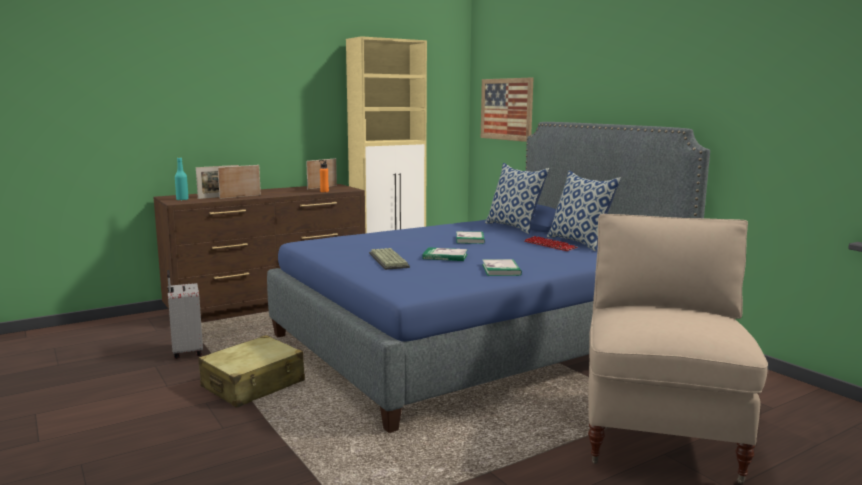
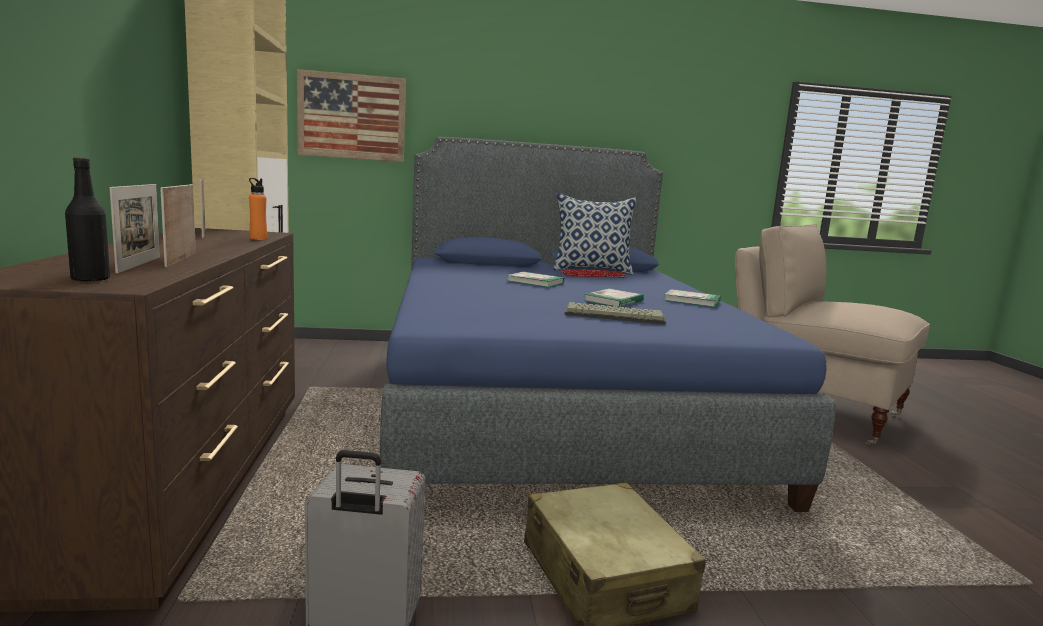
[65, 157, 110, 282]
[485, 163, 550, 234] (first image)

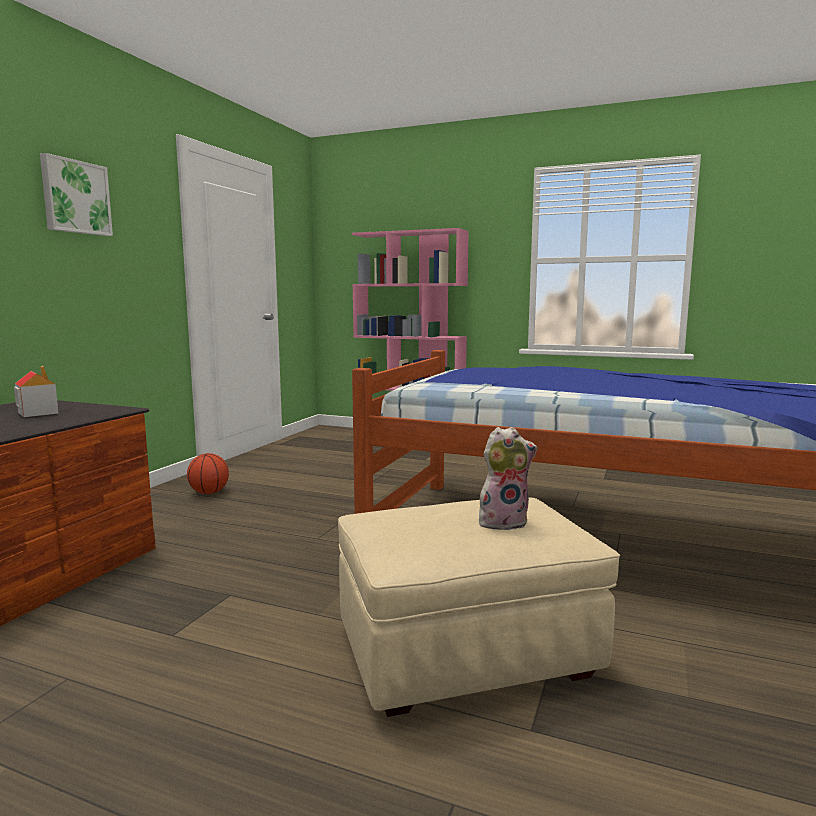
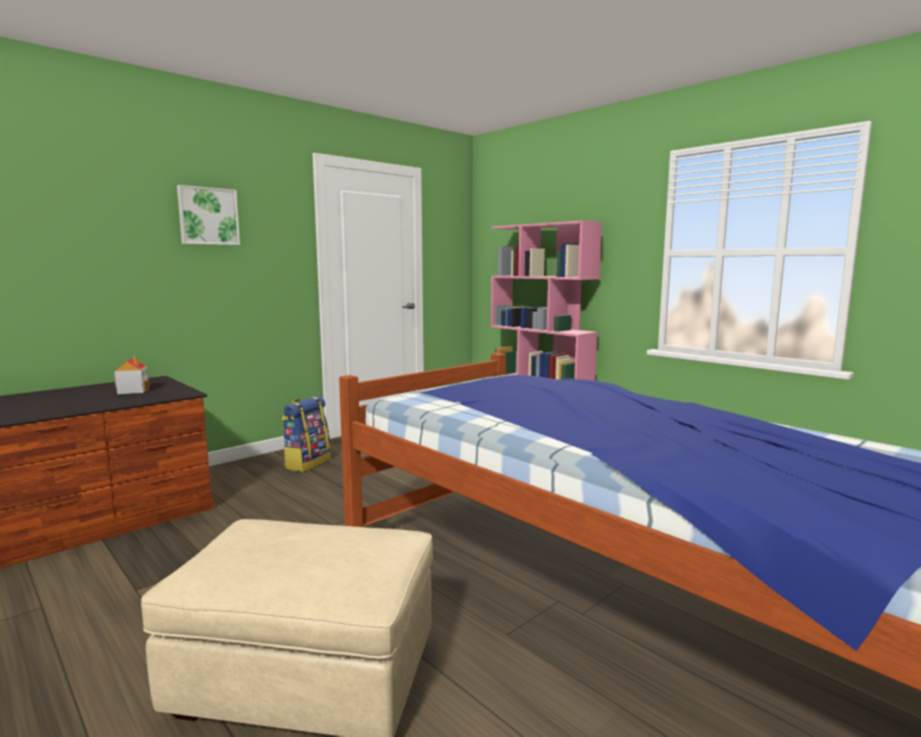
[479, 427, 538, 530] (first image)
[282, 396, 331, 472]

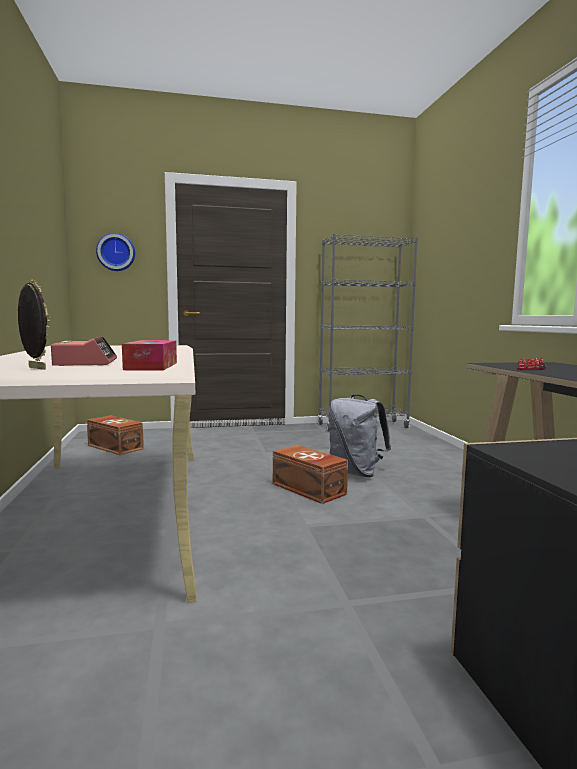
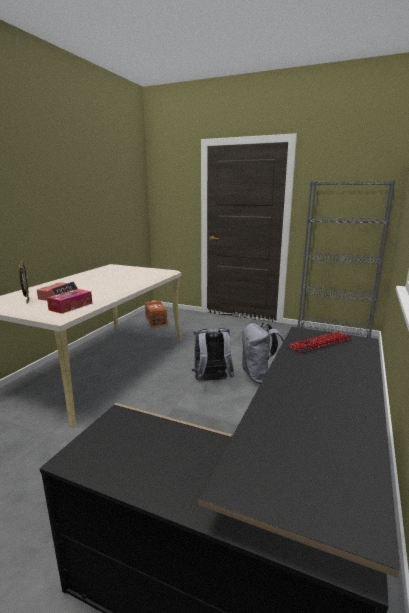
[96, 233, 135, 271] (first image)
[192, 327, 235, 381]

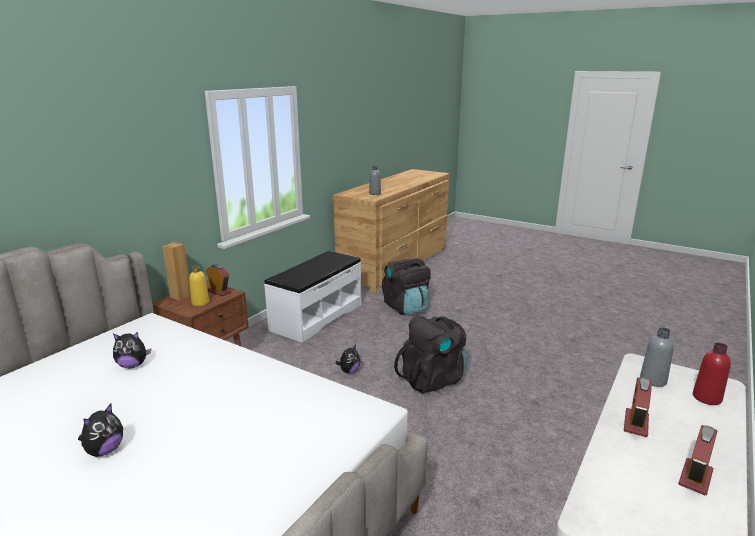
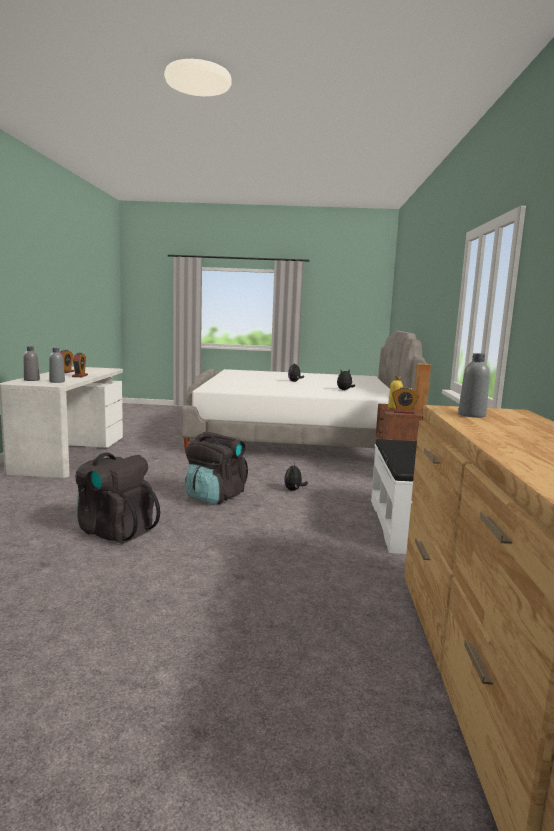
[76, 453, 160, 544]
[24, 346, 40, 381]

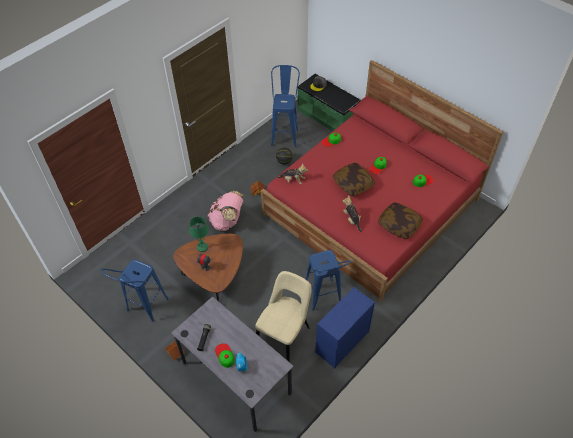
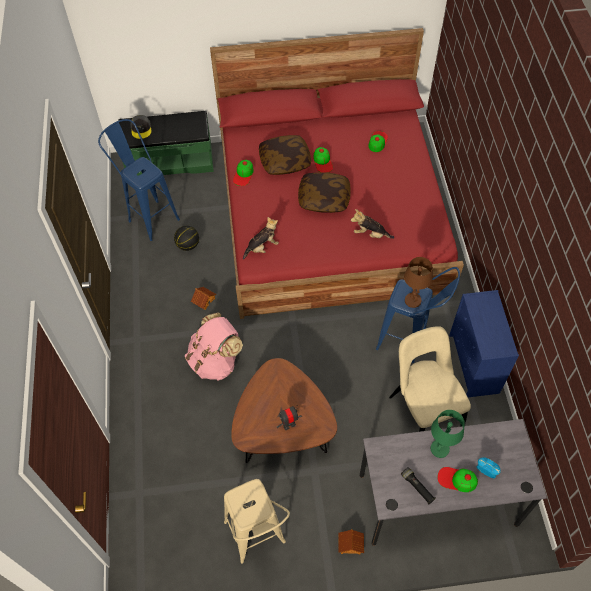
[259, 135, 311, 175]
[431, 410, 465, 458]
[224, 479, 290, 564]
[404, 257, 433, 308]

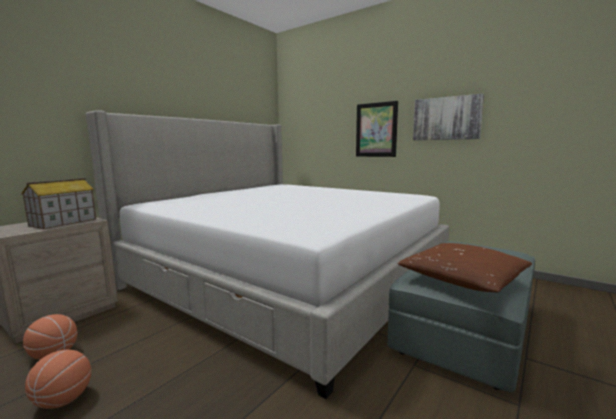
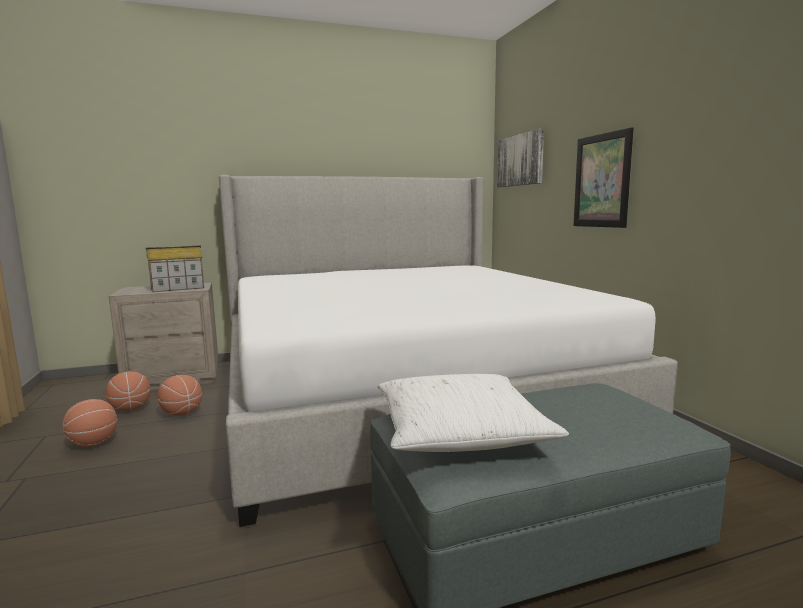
[497, 129, 544, 187]
[378, 374, 569, 452]
[158, 375, 202, 416]

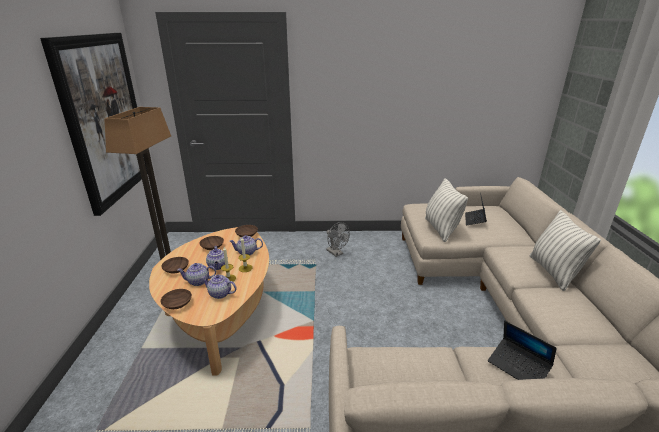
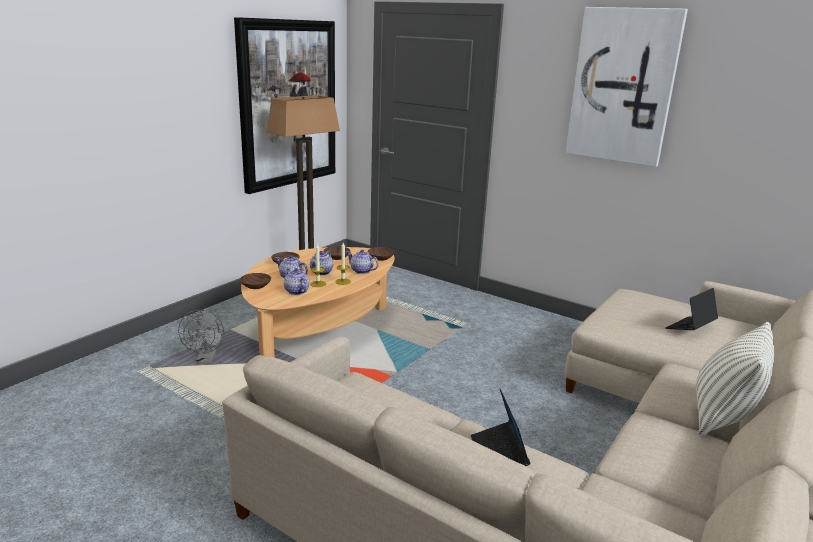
[425, 178, 468, 242] (first image)
[178, 310, 224, 364]
[566, 7, 688, 167]

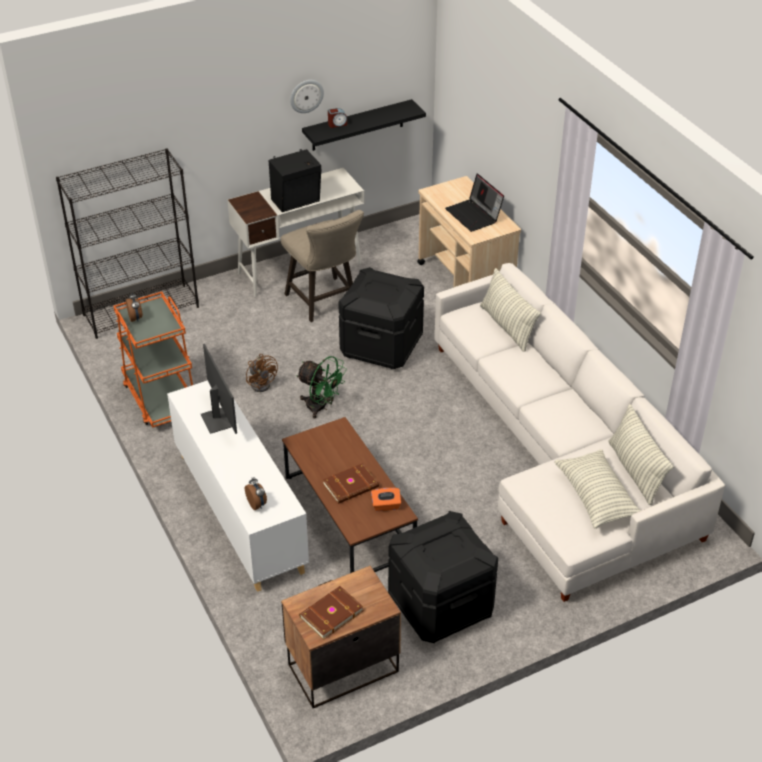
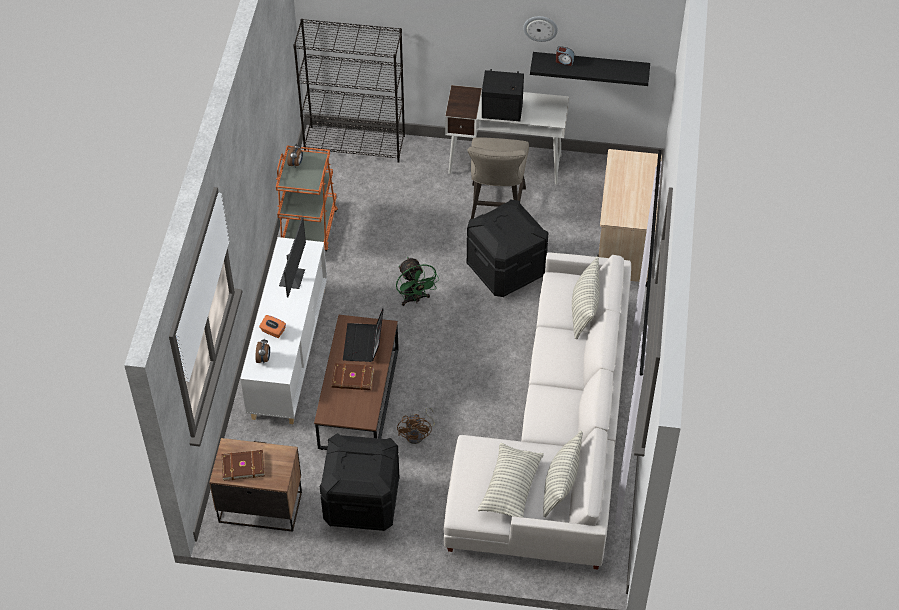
[343, 308, 384, 362]
[397, 407, 435, 444]
[259, 315, 286, 338]

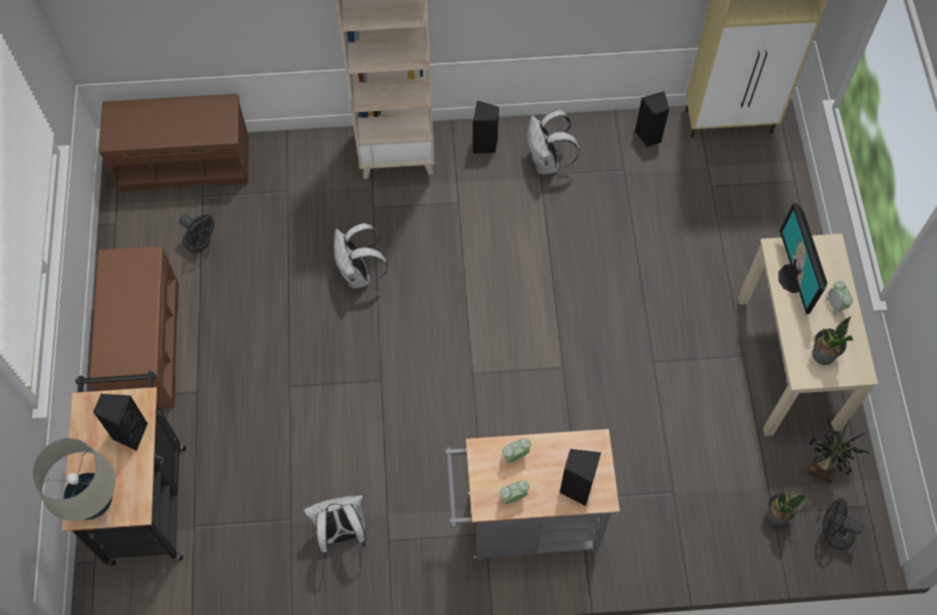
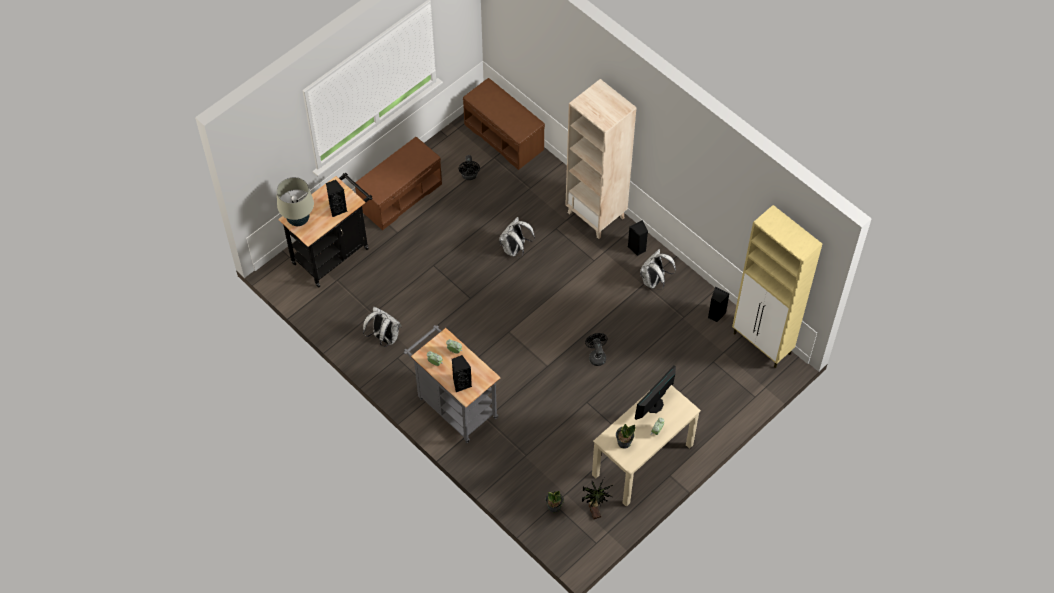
[585, 333, 607, 366]

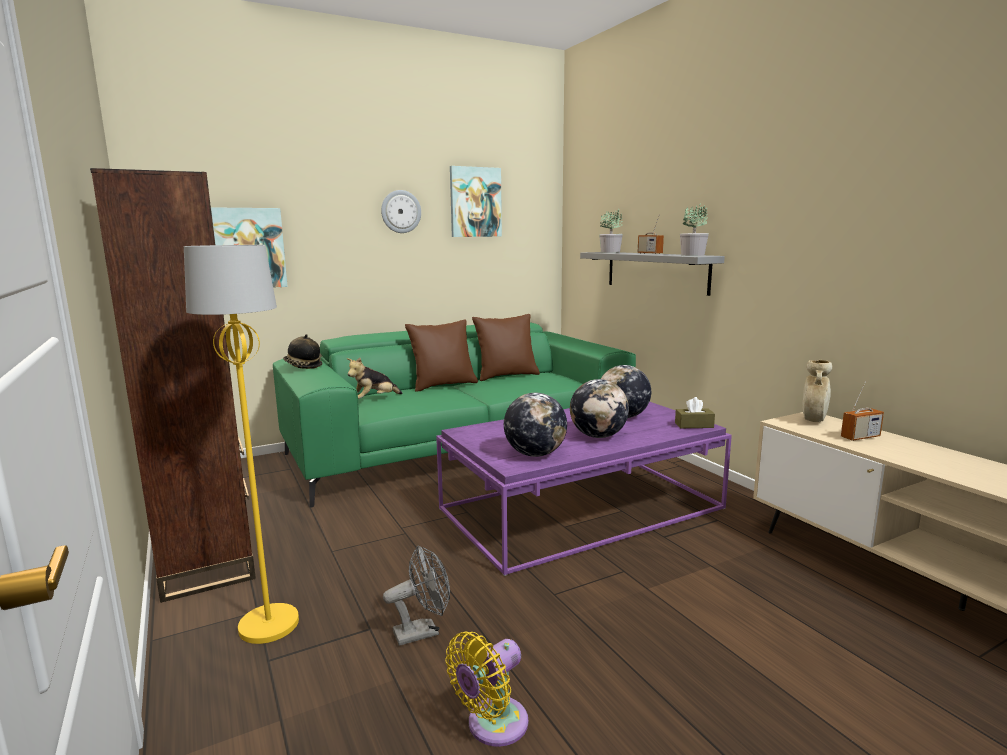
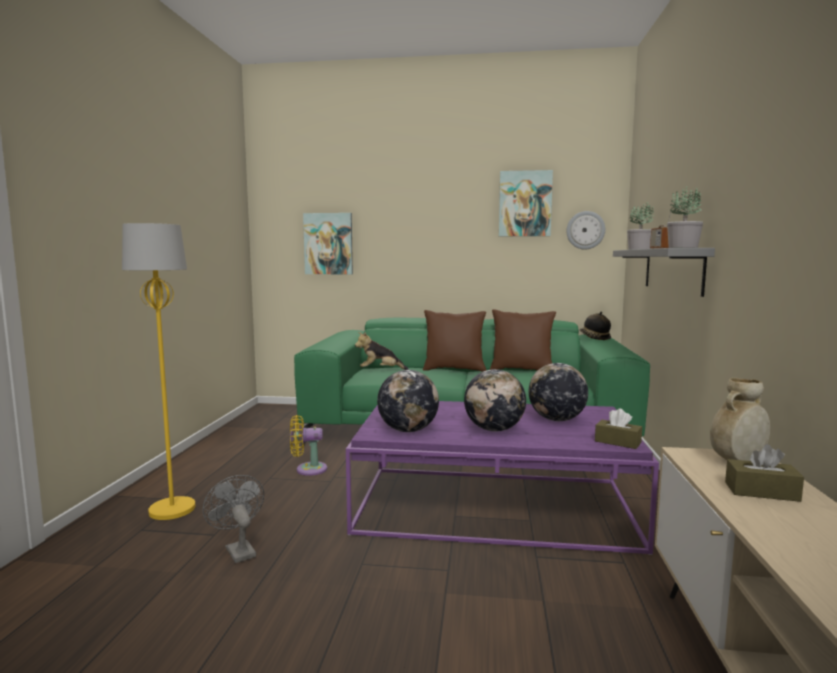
[90, 168, 256, 603] (first image)
[566, 211, 605, 249]
[580, 312, 611, 340]
[725, 444, 804, 502]
[203, 475, 264, 563]
[290, 415, 327, 476]

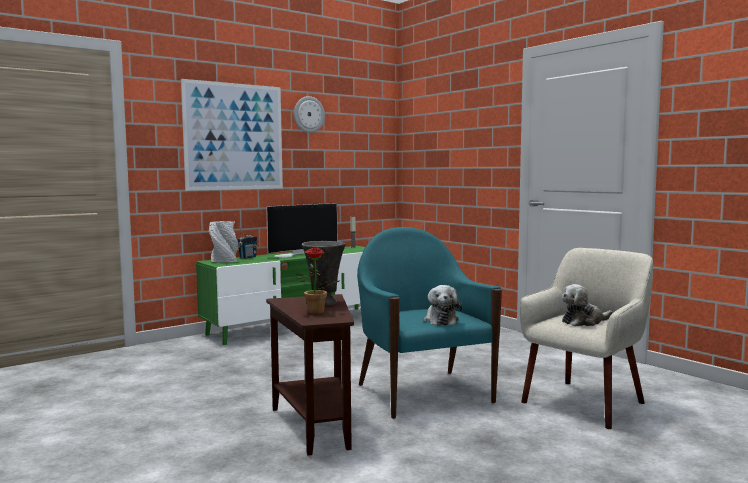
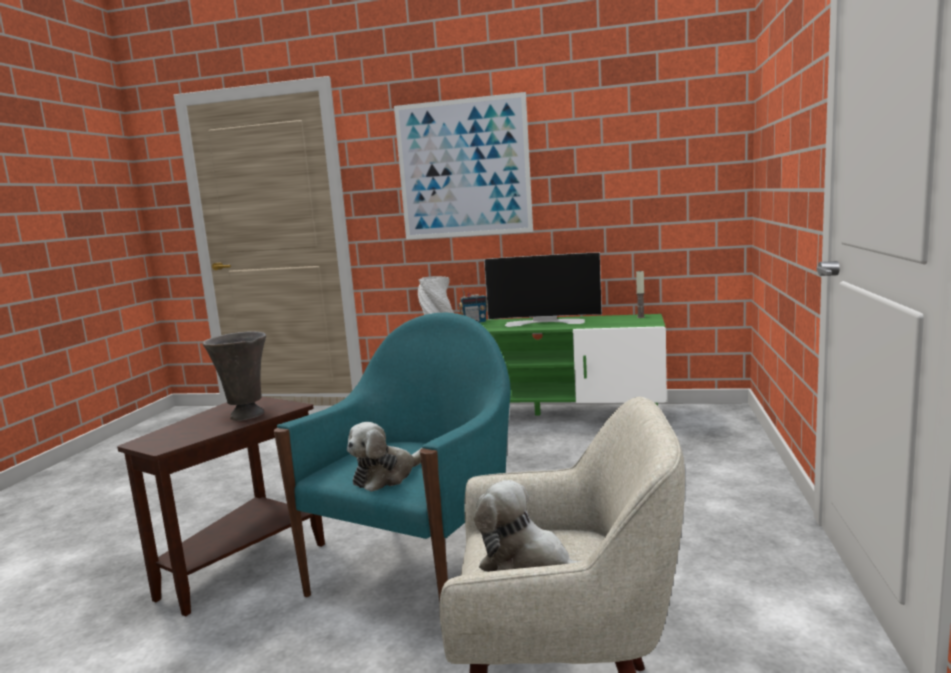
[294, 96, 325, 133] (first image)
[296, 248, 339, 314] (first image)

